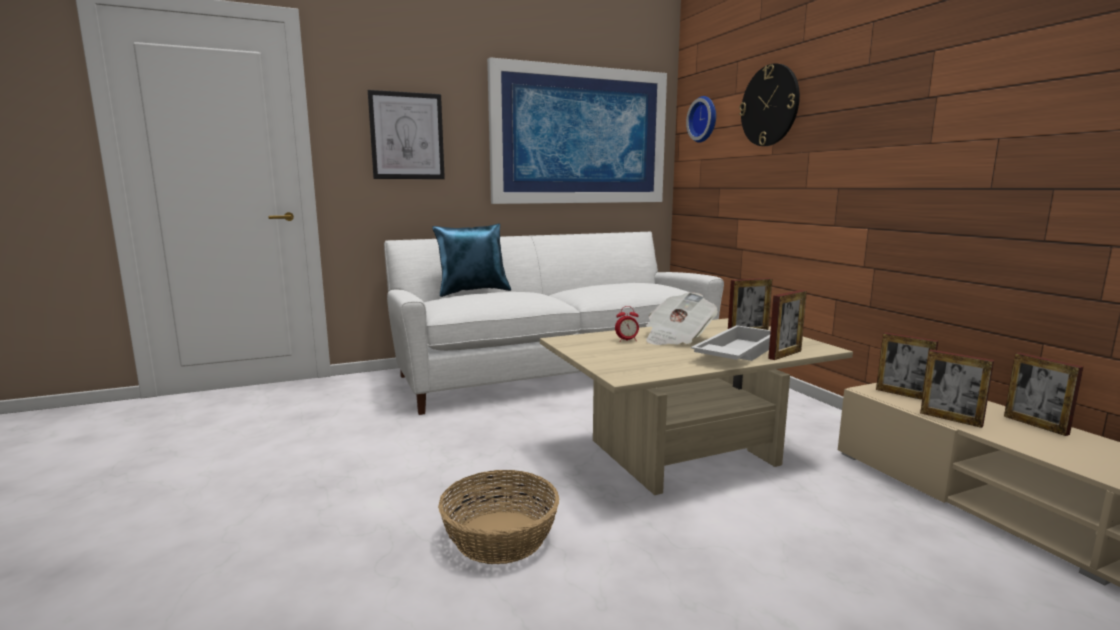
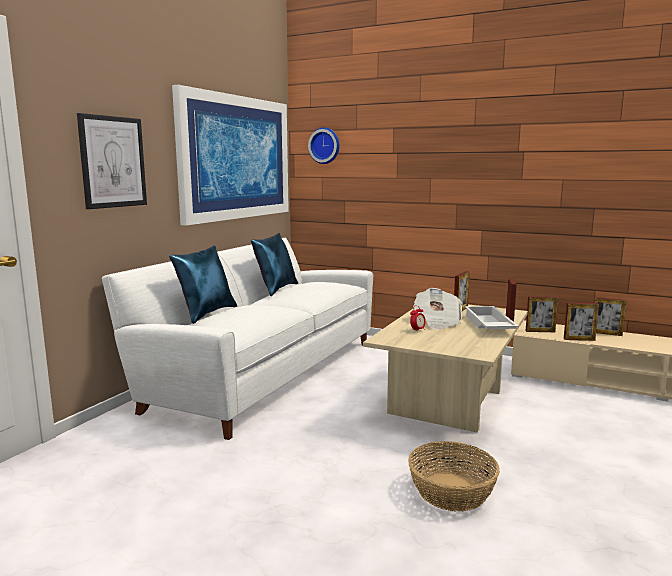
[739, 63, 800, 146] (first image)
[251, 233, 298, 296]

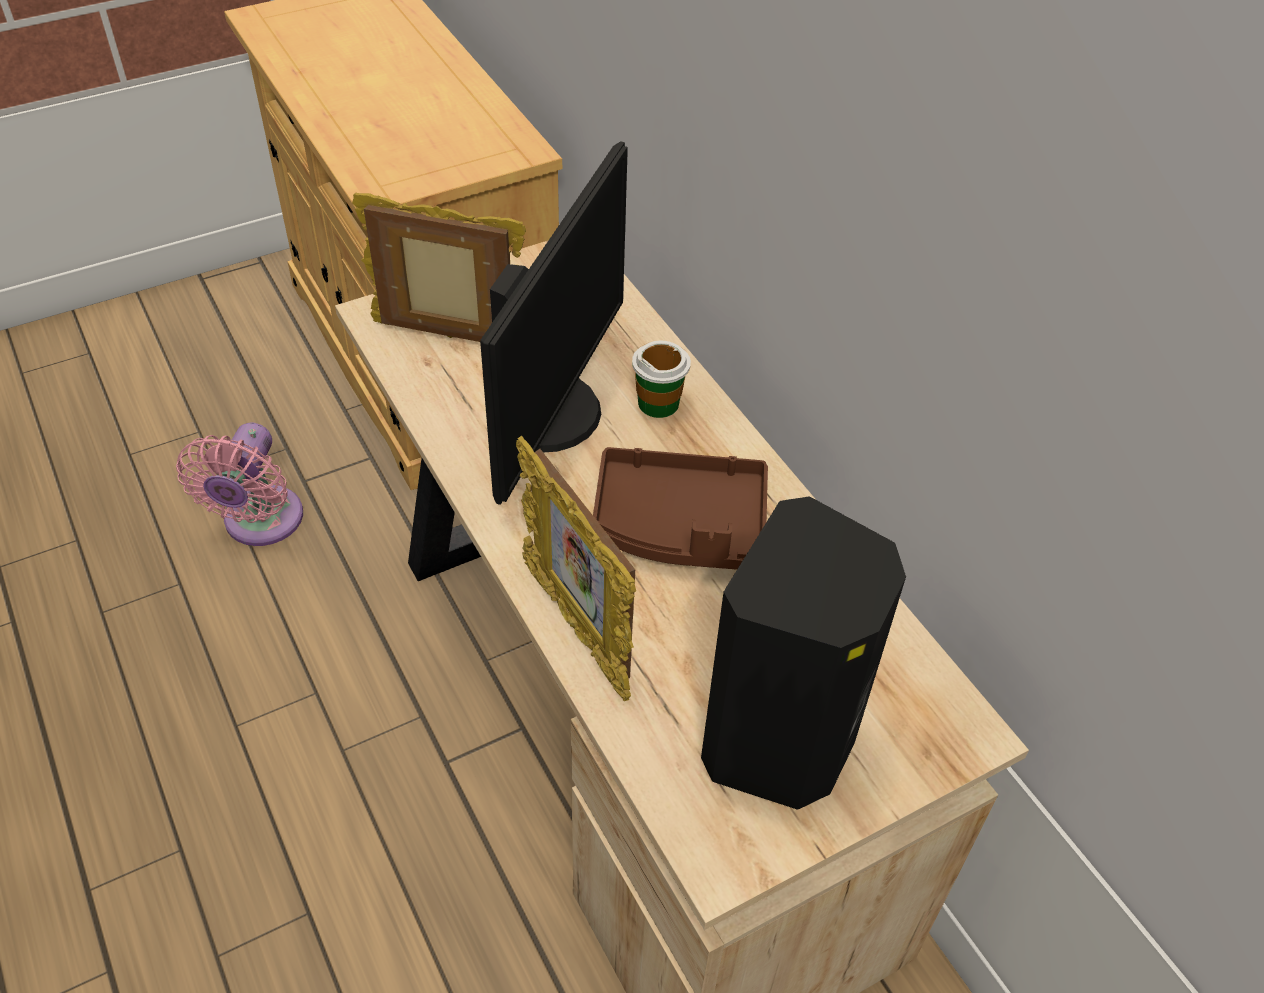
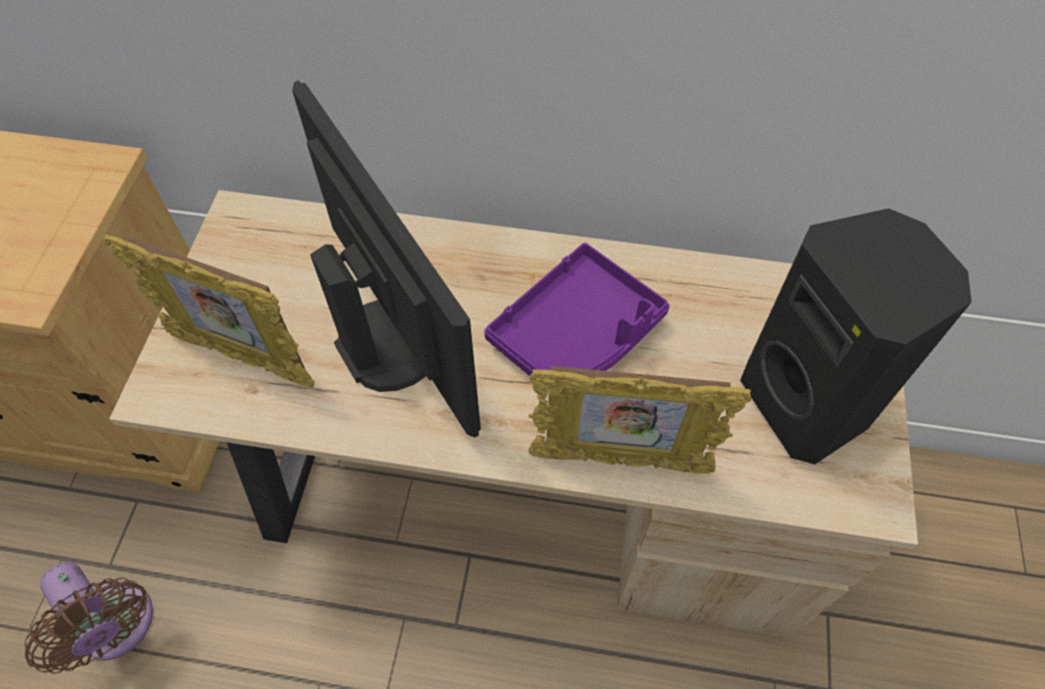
[104, 234, 315, 389]
[632, 341, 691, 418] (first image)
[25, 562, 153, 674]
[484, 243, 670, 376]

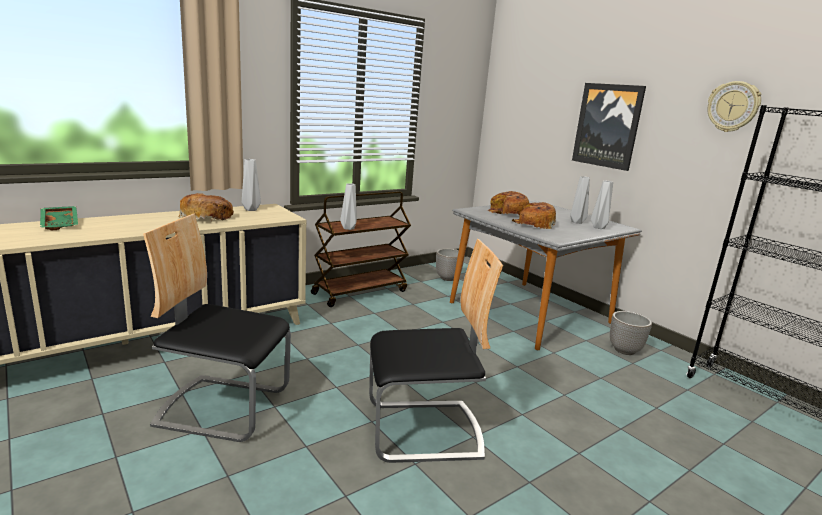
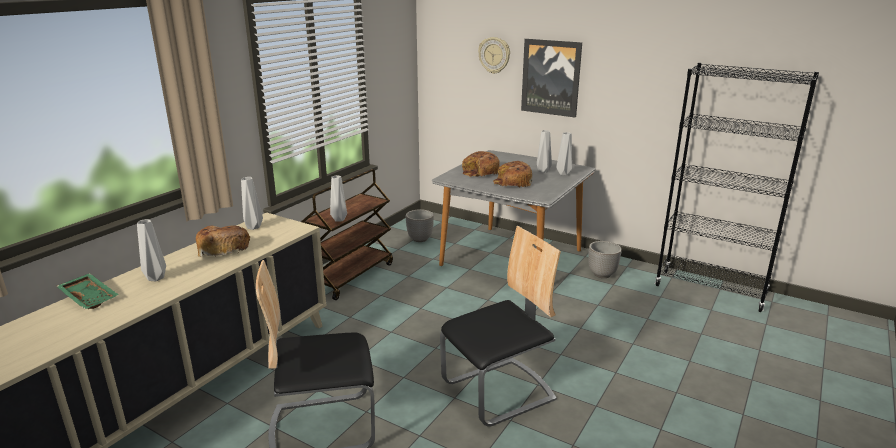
[478, 37, 510, 74]
[137, 219, 166, 281]

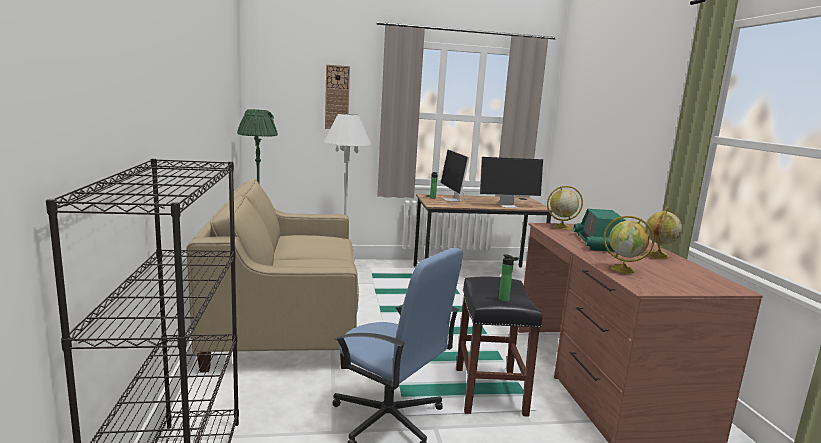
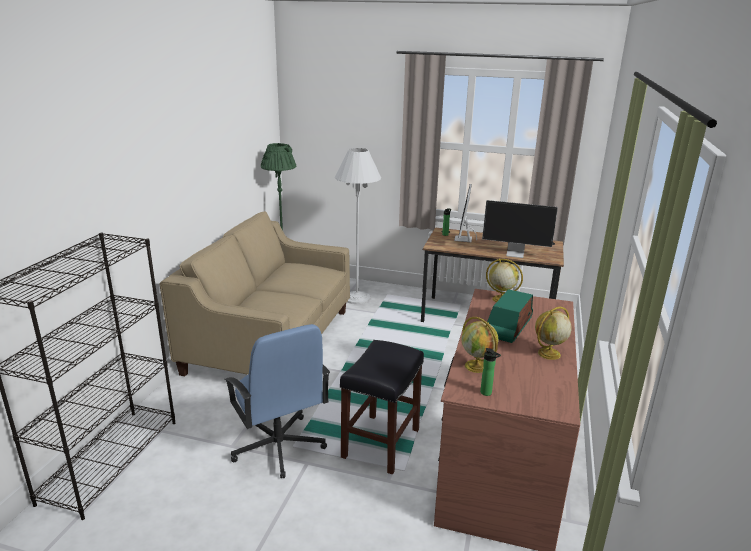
[325, 65, 350, 129] (first image)
[480, 348, 501, 396]

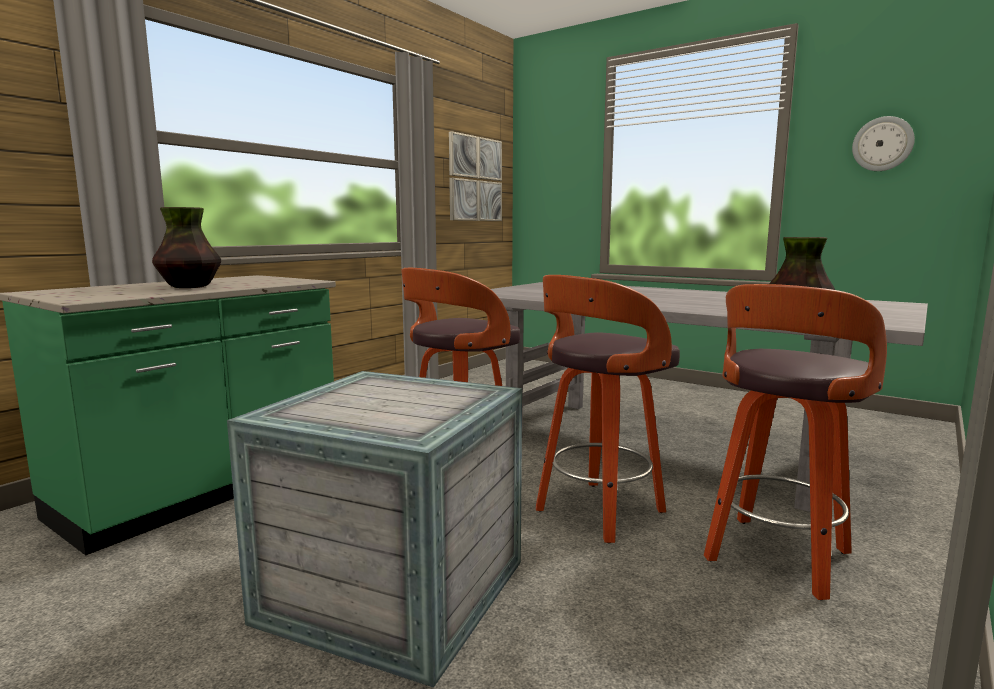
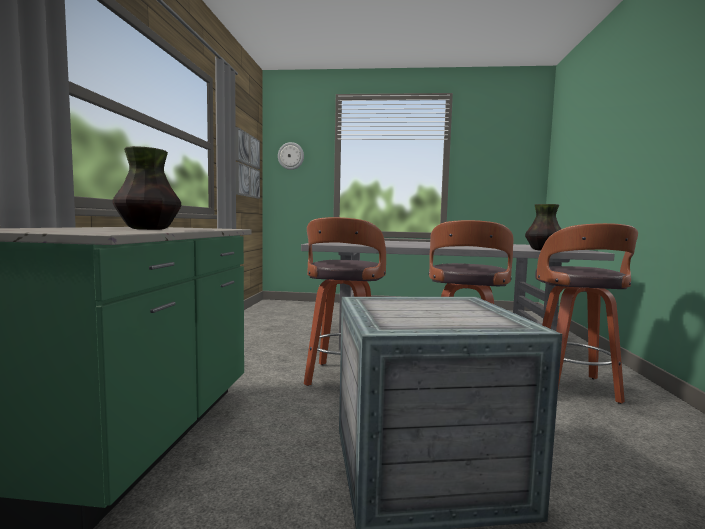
[278, 142, 304, 170]

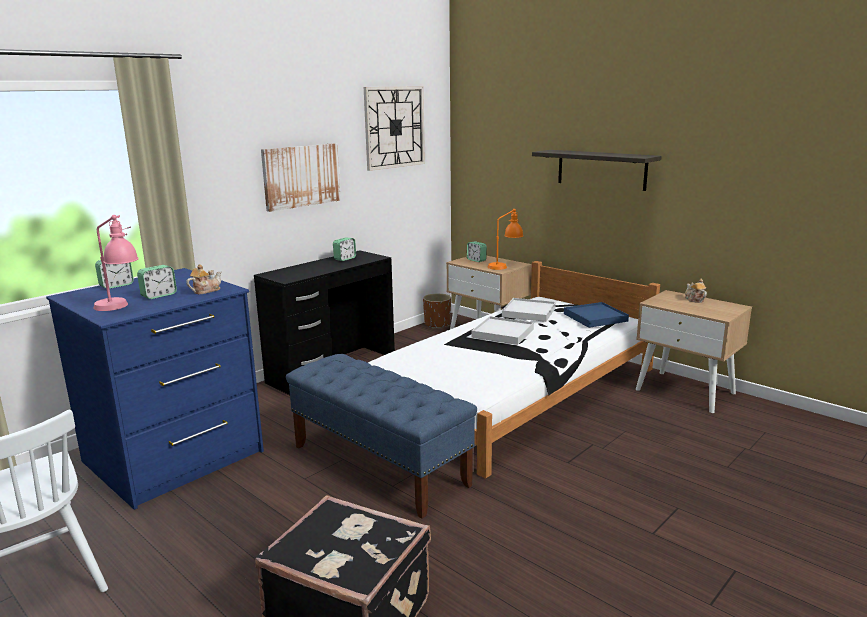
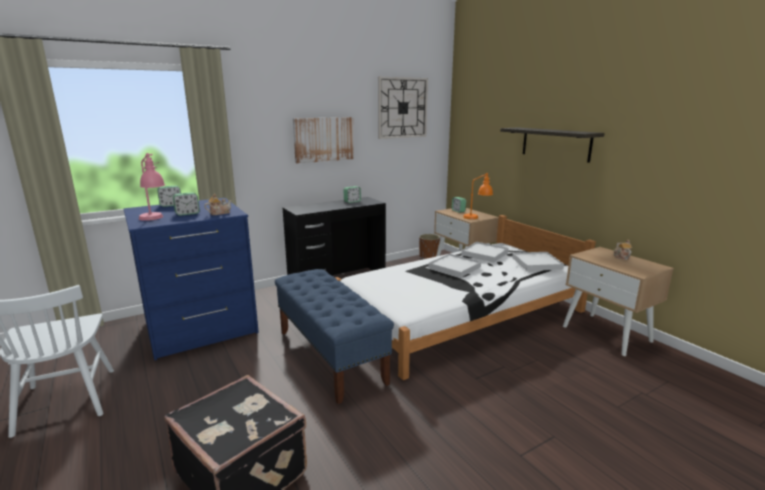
[512, 252, 564, 271]

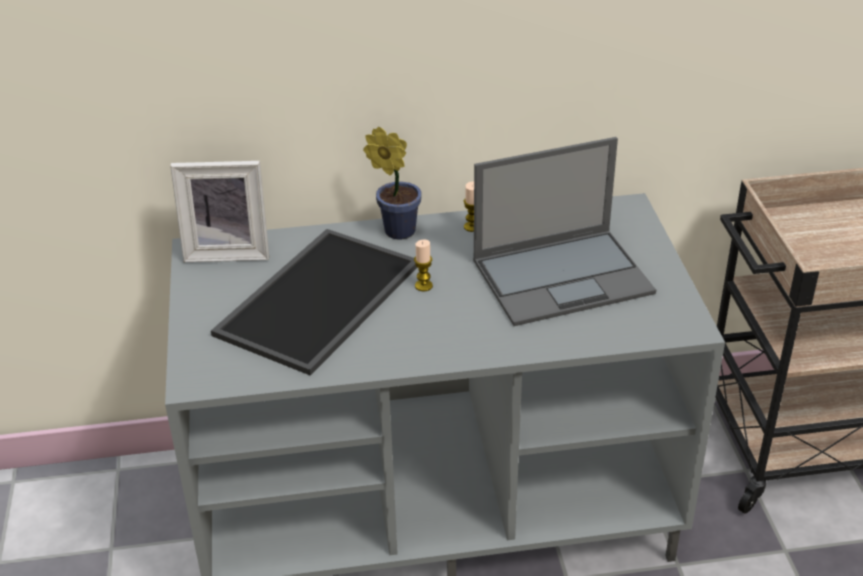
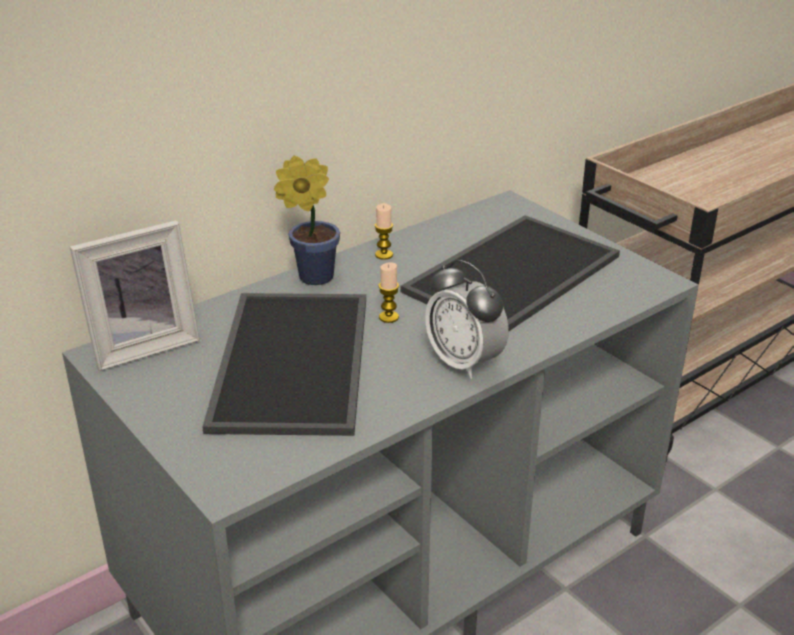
[400, 215, 620, 331]
[425, 260, 509, 379]

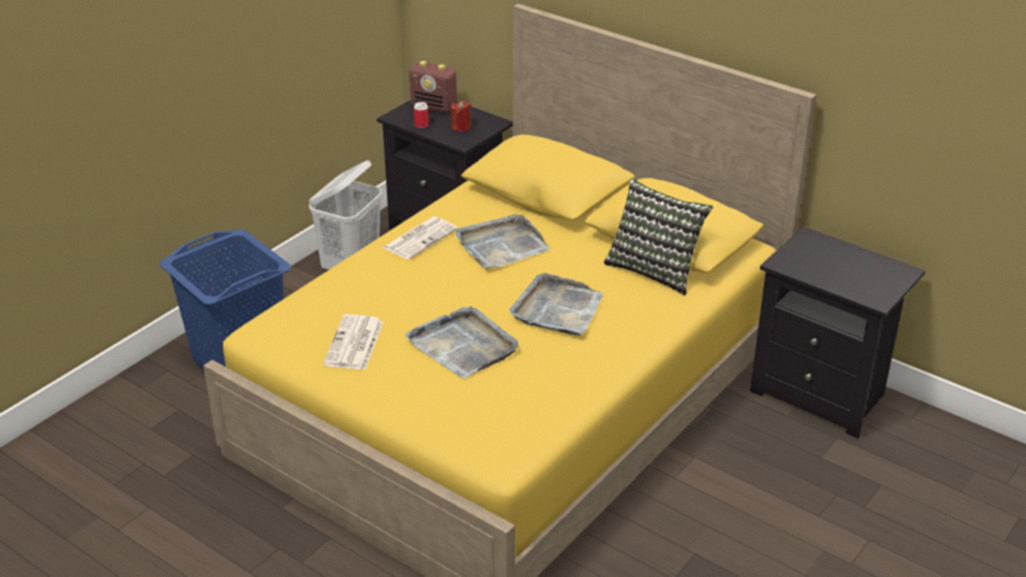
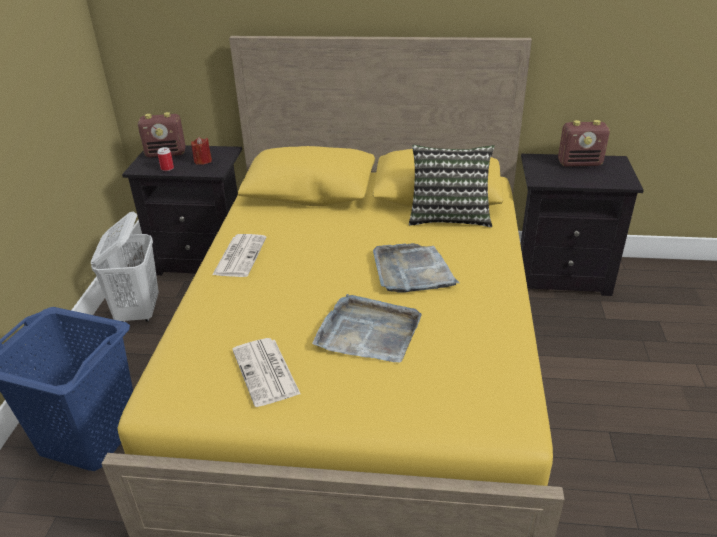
[455, 214, 550, 269] (first image)
[558, 120, 610, 167]

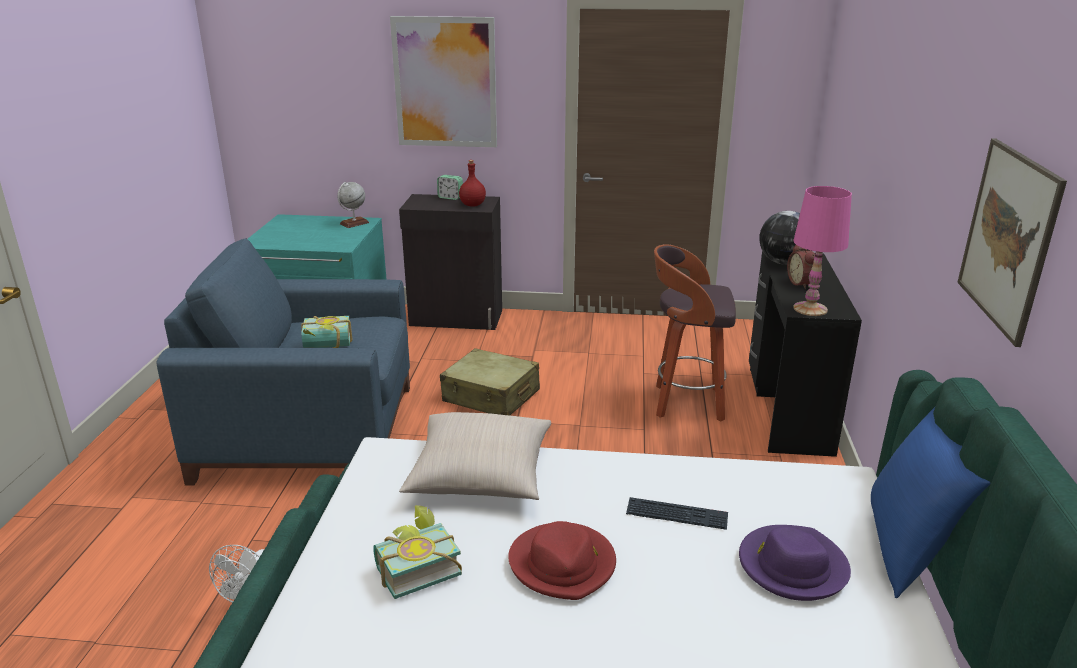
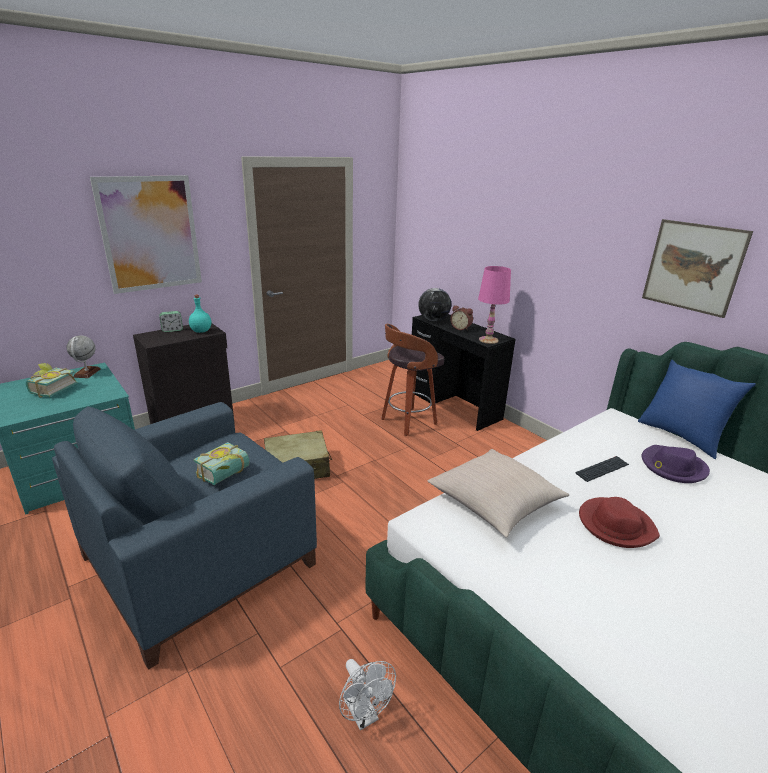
[189, 295, 211, 333]
[26, 363, 77, 398]

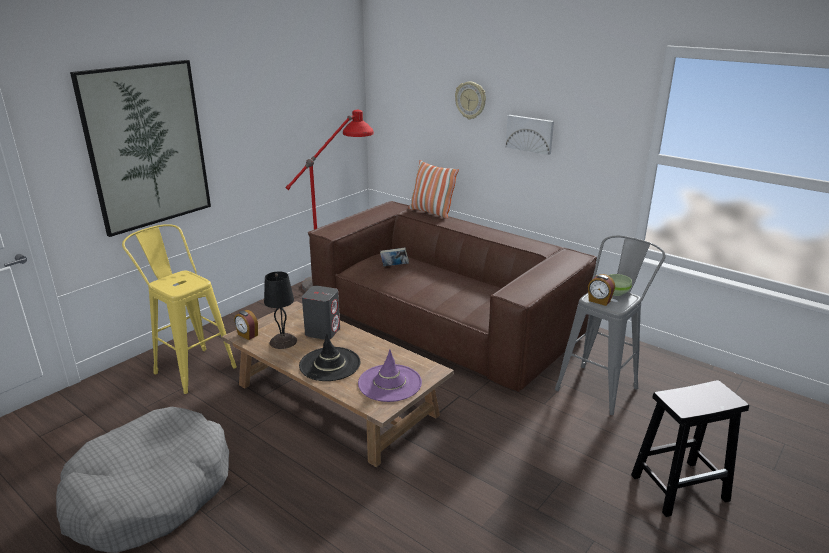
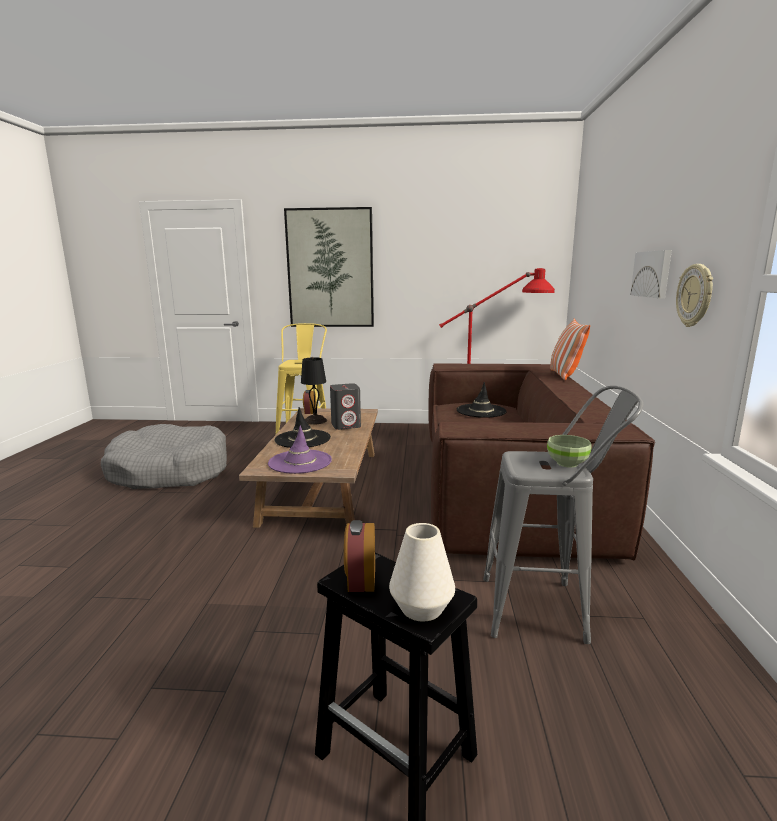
[676, 264, 713, 327]
[457, 382, 507, 418]
[344, 520, 375, 592]
[389, 523, 455, 621]

